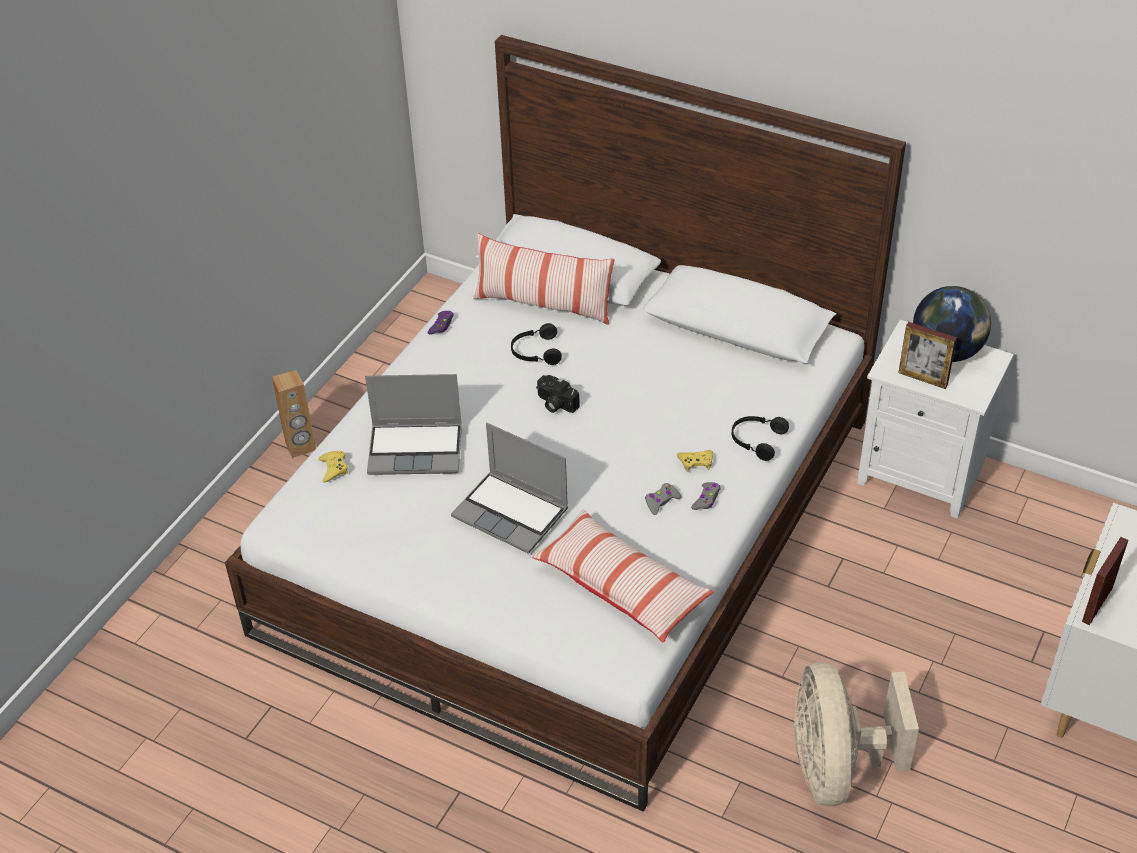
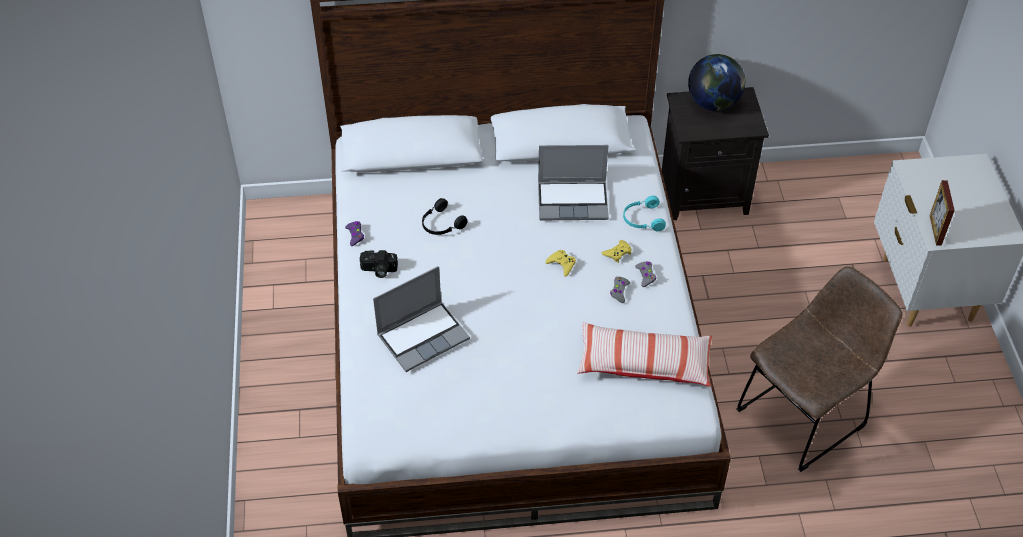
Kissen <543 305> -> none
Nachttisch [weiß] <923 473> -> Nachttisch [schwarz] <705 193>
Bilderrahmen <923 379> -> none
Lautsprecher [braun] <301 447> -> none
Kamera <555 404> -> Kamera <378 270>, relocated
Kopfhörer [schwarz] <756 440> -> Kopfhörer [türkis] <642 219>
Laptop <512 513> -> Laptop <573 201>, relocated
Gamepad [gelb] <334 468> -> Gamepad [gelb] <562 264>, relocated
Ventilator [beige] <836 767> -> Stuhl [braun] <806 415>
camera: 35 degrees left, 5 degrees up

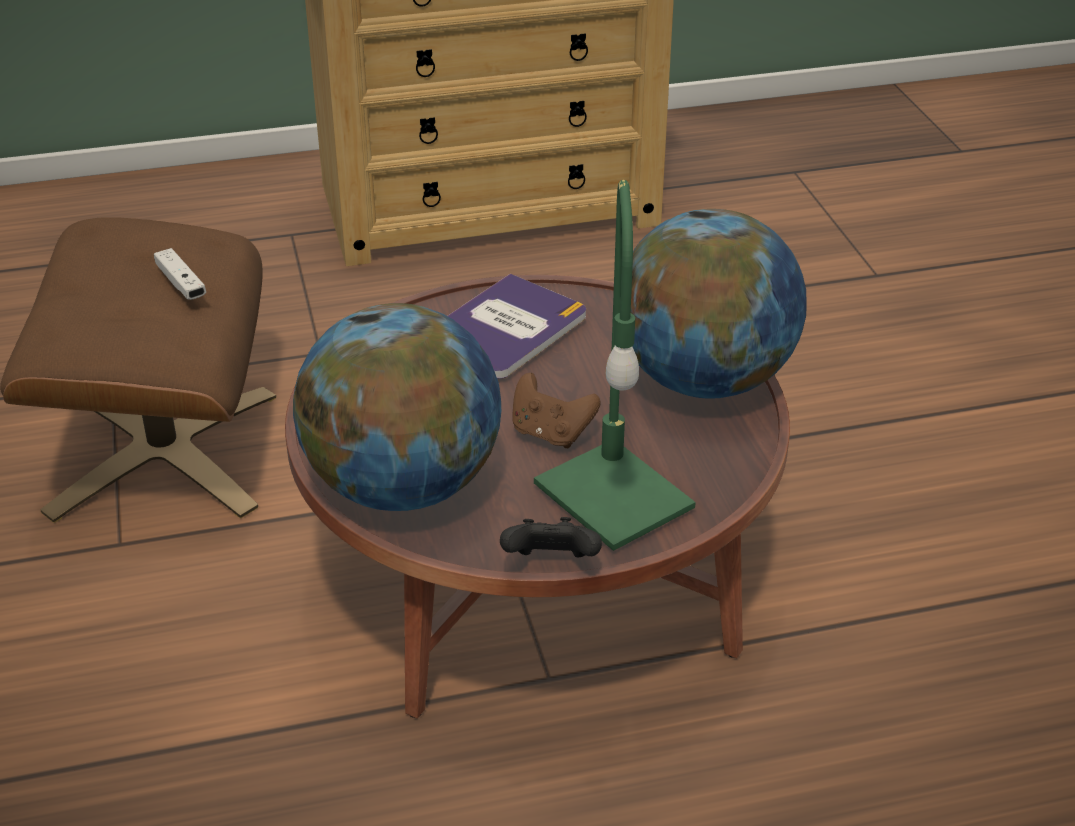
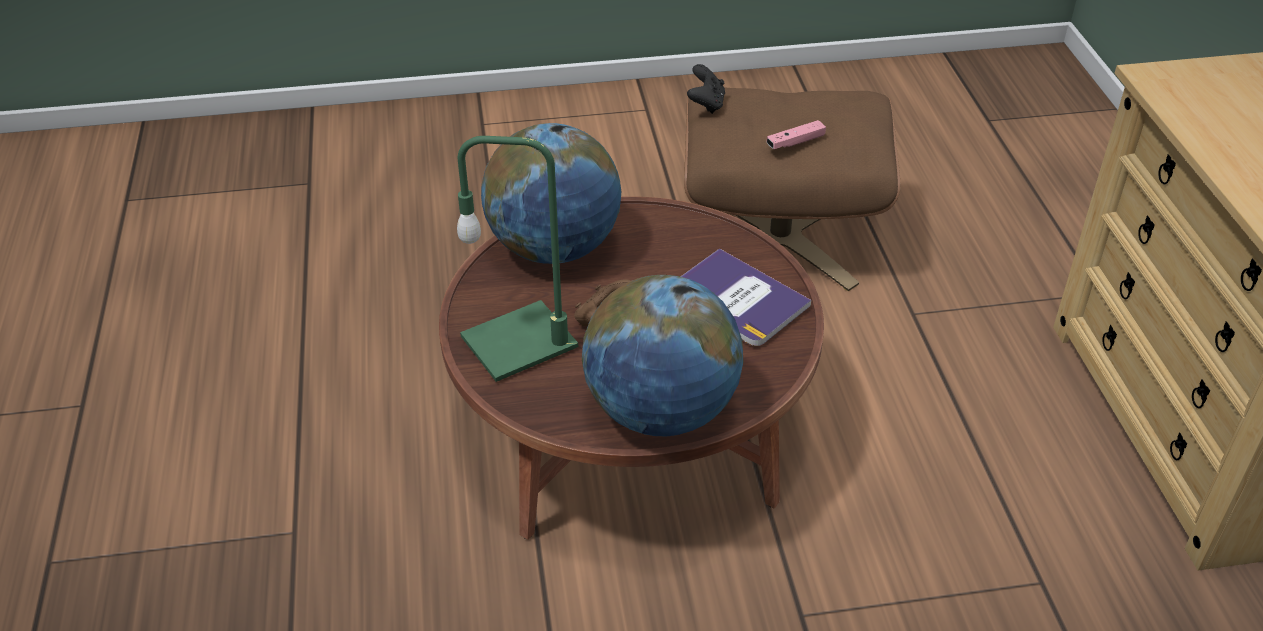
Gamepad [weiß] <181 284> -> Gamepad [rosa] <795 142>
Gamepad [schwarz] <551 563> -> Gamepad [schwarz] <706 104>, relocated
camera: 95 degrees right, 5 degrees up

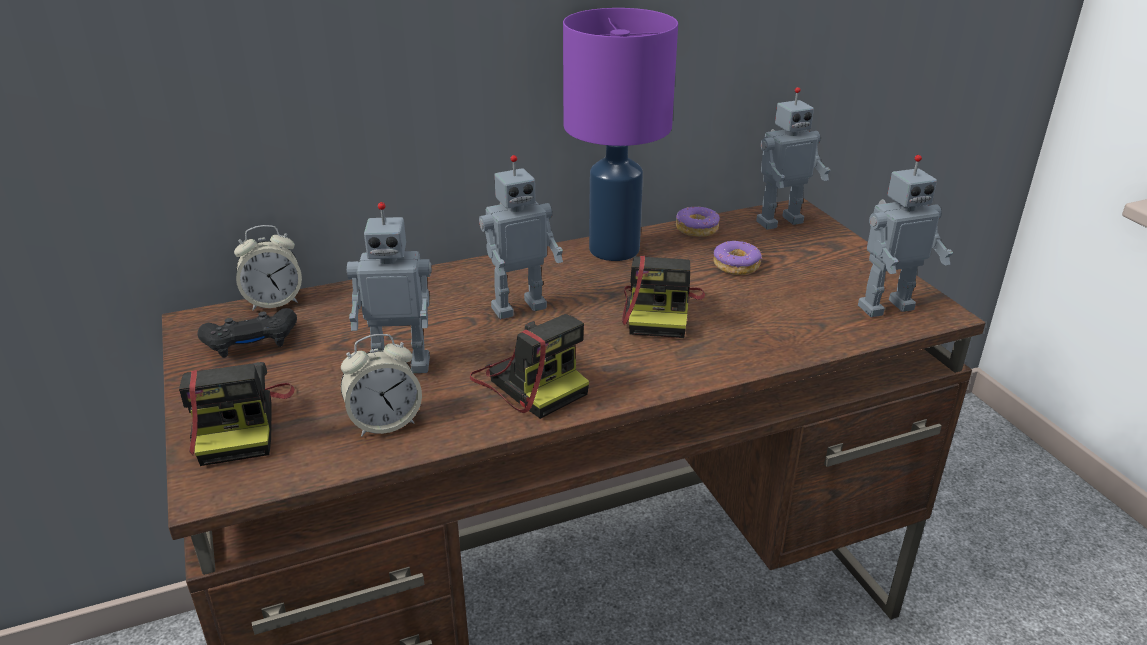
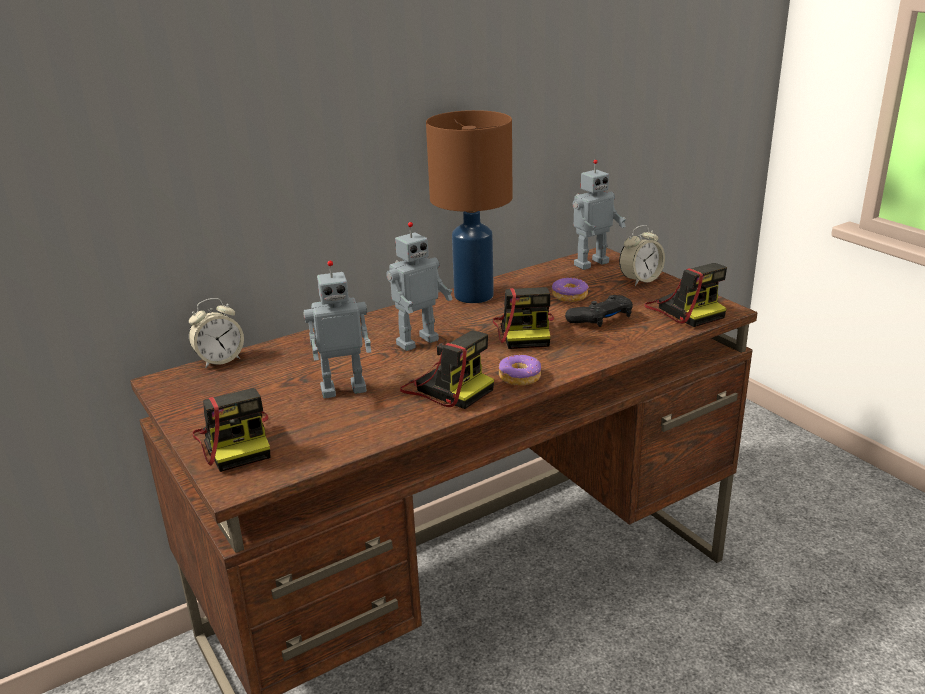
Tischlampe [lila] <612 249> -> Tischlampe [braun] <472 295>
Spielzeugroboter <884 306> -> Kamera <684 310>
Donut <697 229> -> Donut <520 377>, relocated
Gamepad [schwarz] <251 344> -> Gamepad [schwarz] <601 320>, relocated
Wecker <385 422> -> Wecker <640 280>, relocated
camera: 10 degrees left, 5 degrees down

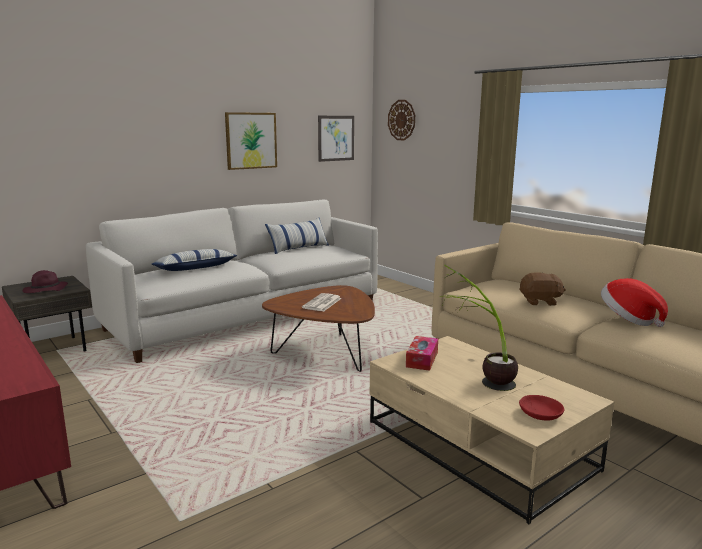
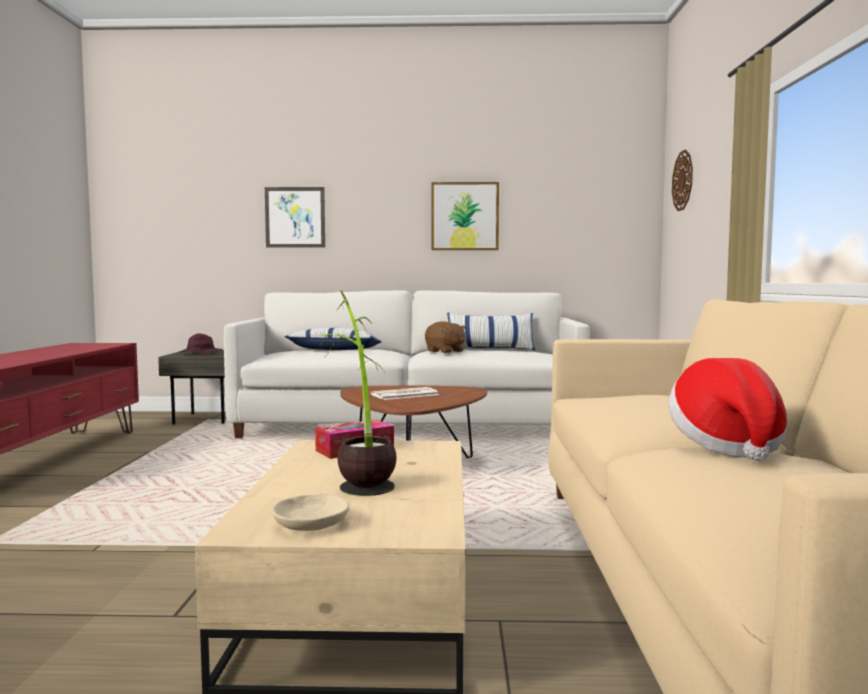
Bild <336 138> -> Bild <295 217>, relocated
Plüschtier [braun] <540 302> -> Plüschtier [braun] <445 351>, relocated
Schüssel [rot] <539 413> -> Schüssel [beige] <311 523>
camera: 40 degrees right, 10 degrees down

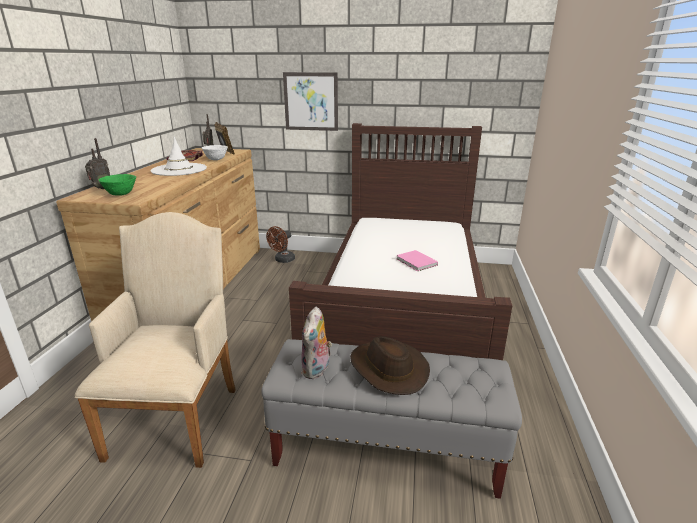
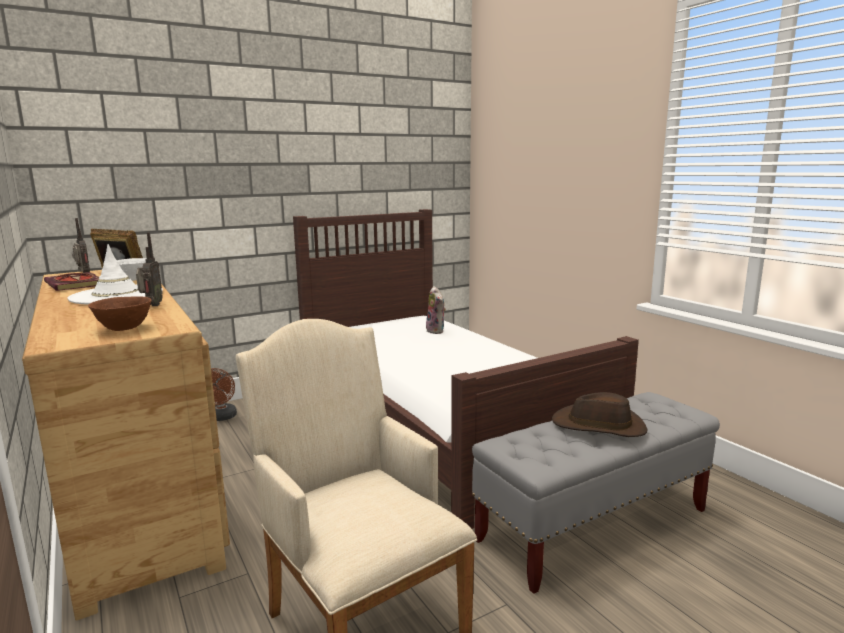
Bild <311 101> -> none
Radio <101 188> -> Radio <151 306>, relocated
Schüssel [grün] <121 194> -> Schüssel [braun] <124 329>
Buch [rosa] <416 262> -> none
Plüschtier <317 370> -> Plüschtier <437 331>, relocated
camera: 40 degrees left, 10 degrees down

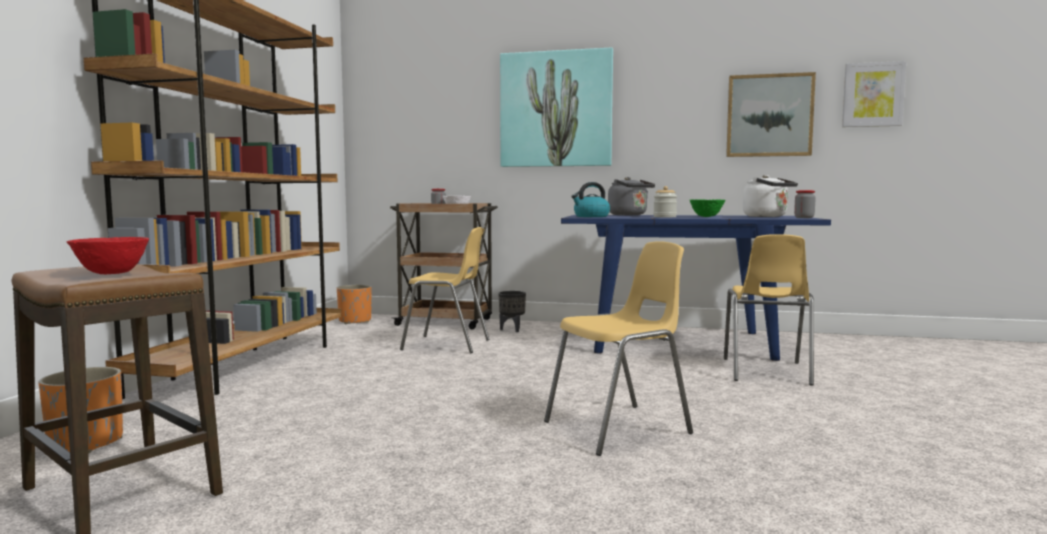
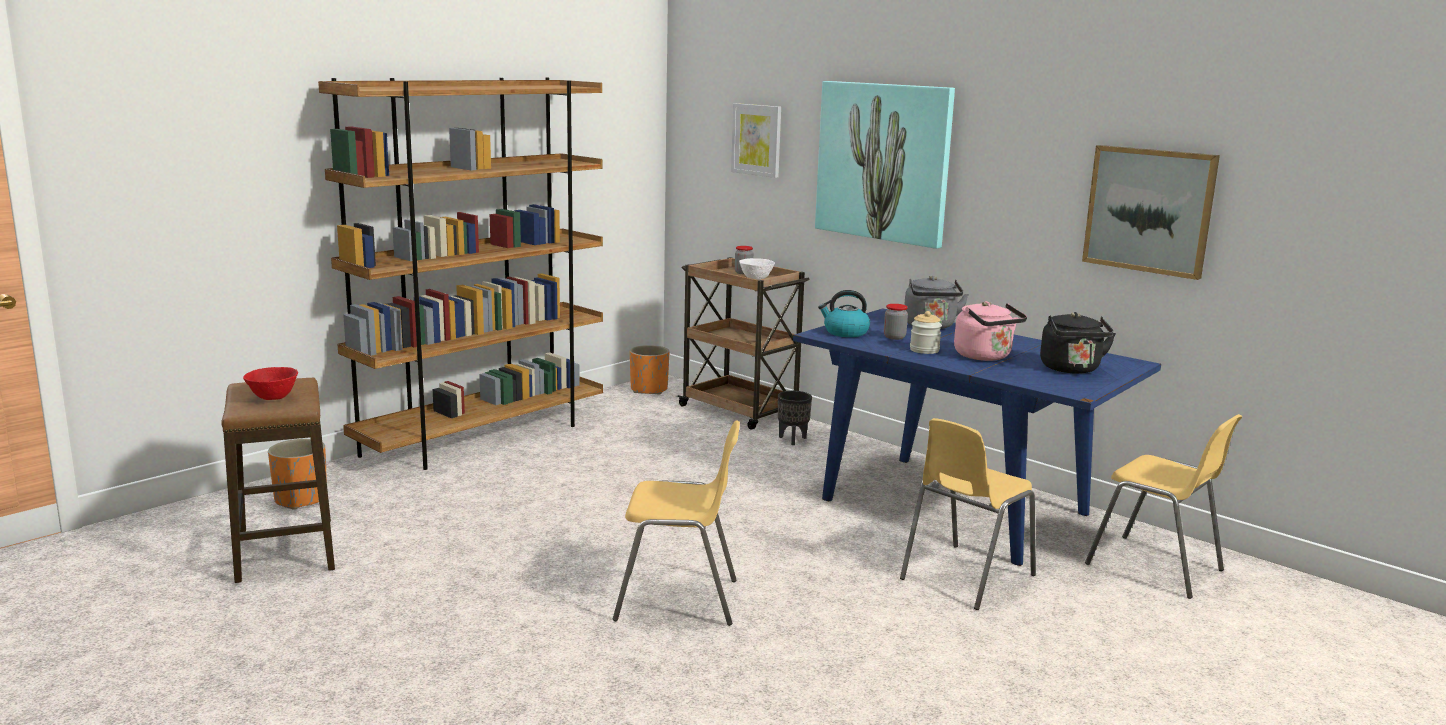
Bild <873 95> -> Bild <757 140>, relocated
Wasserkessel [weiß] <767 216> -> Wasserkessel [schwarz] <1071 369>
Vorratsglas <804 217> -> Vorratsglas <894 337>, relocated
Schüssel [grün] <707 216> -> Wasserkessel [rosa] <985 357>
Stuhl [gelb] <447 345> -> Stuhl [gelb] <1155 567>, relocated
camera: 30 degrees right, 10 degrees up

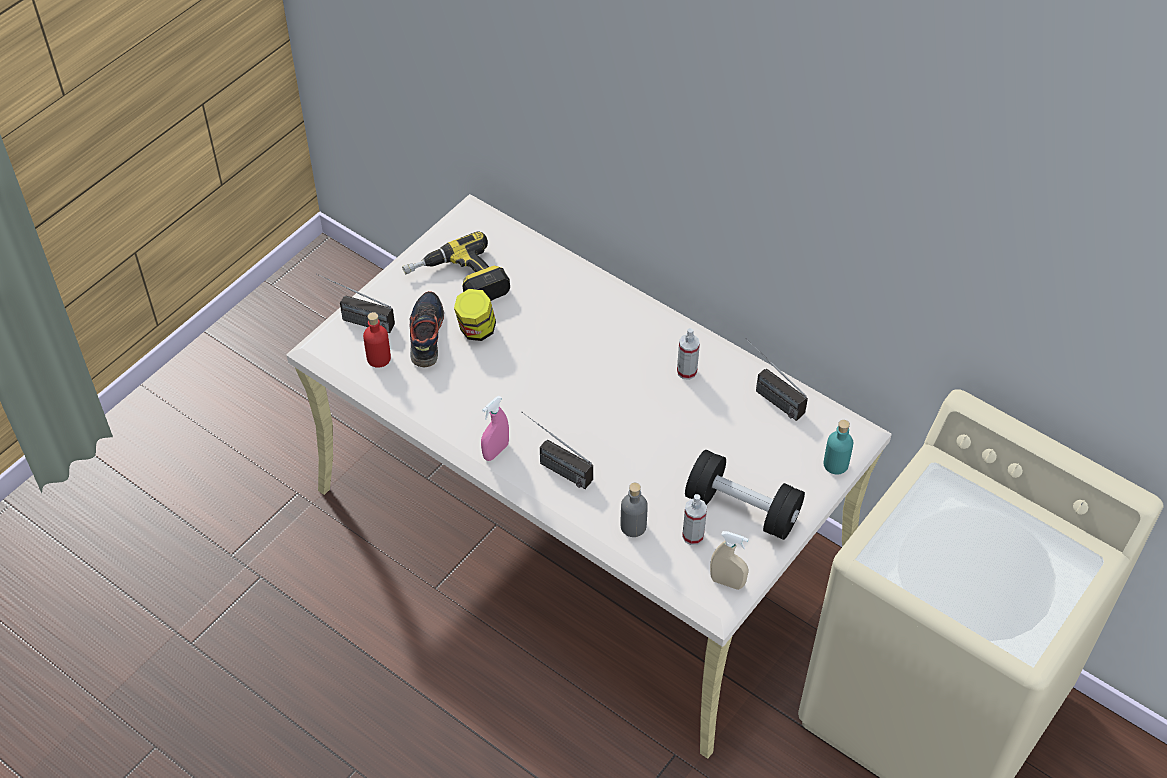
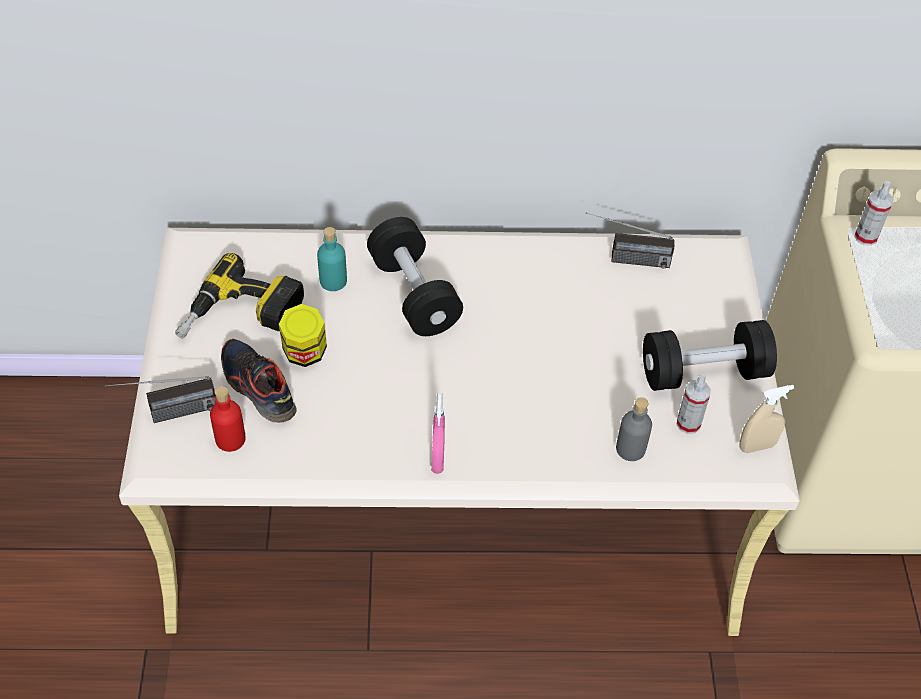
Sprühflasche <686 371> -> Sprühflasche <866 237>, relocated
Radio <553 466> -> none
Flasche [türkis] <835 464> -> Flasche [türkis] <333 281>, relocated
none -> Hantel [schwarz] <414 294>
camera: 40 degrees left, 0 degrees up

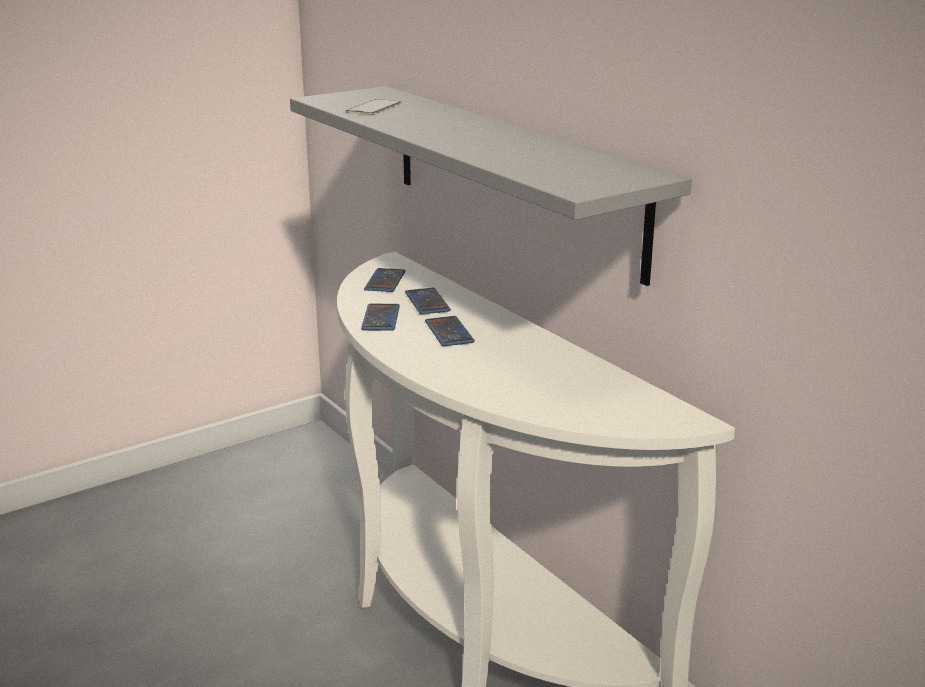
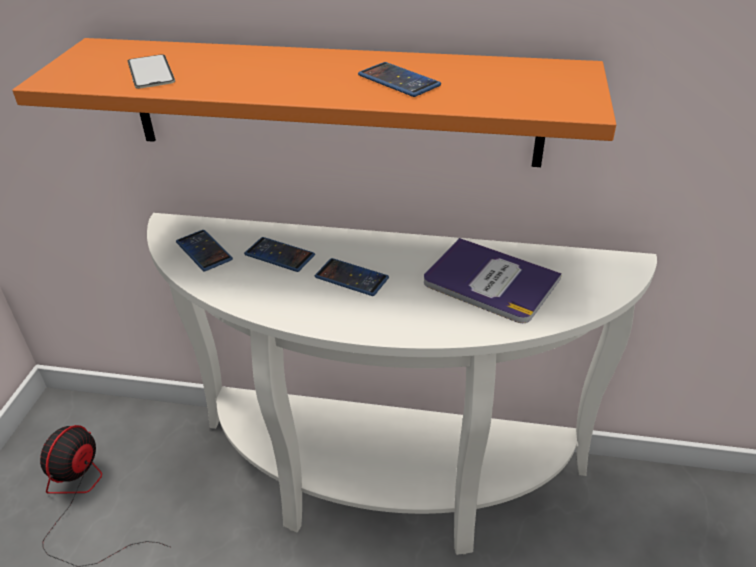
Wandregal [grau] <512 176> -> Wandregal [orange] <333 102>
Handy <380 318> -> Handy <398 80>, relocated
none -> Buch <490 281>
none -> Ventilator <84 501>
camera: 45 degrees left, 15 degrees up

